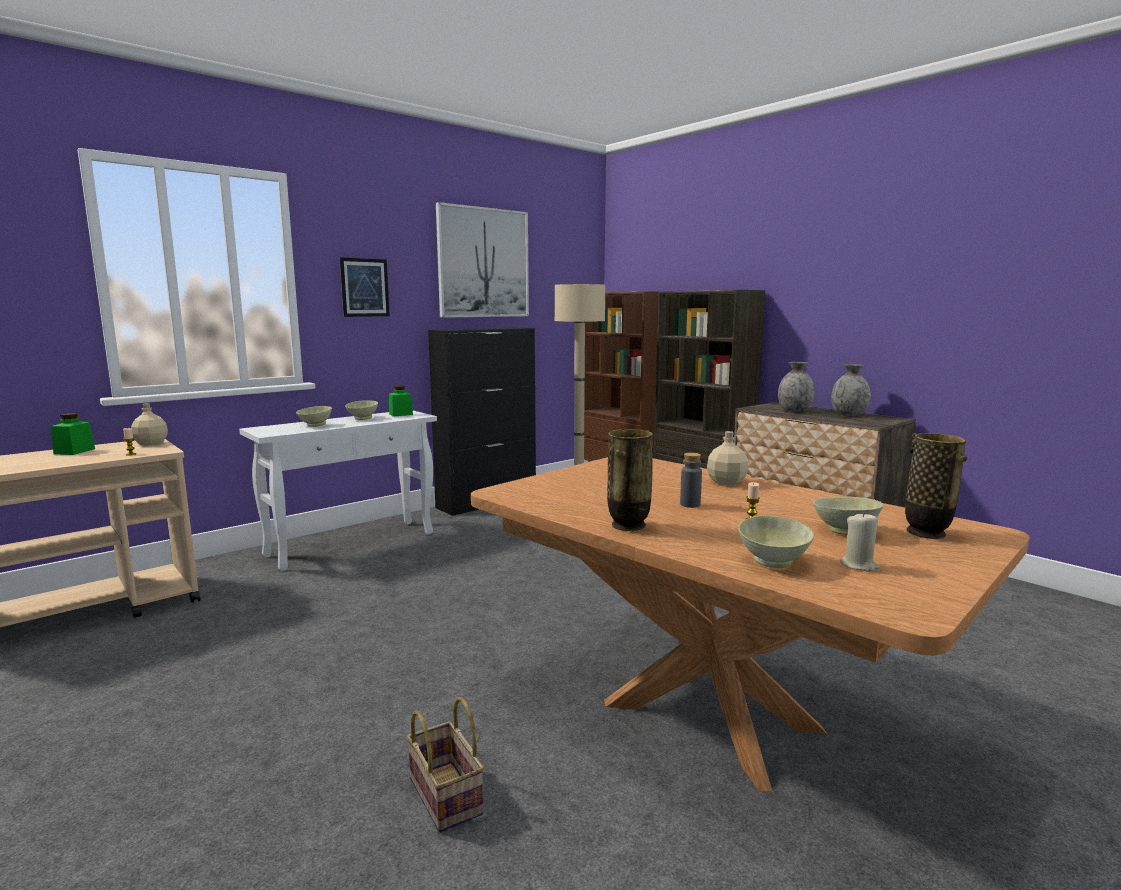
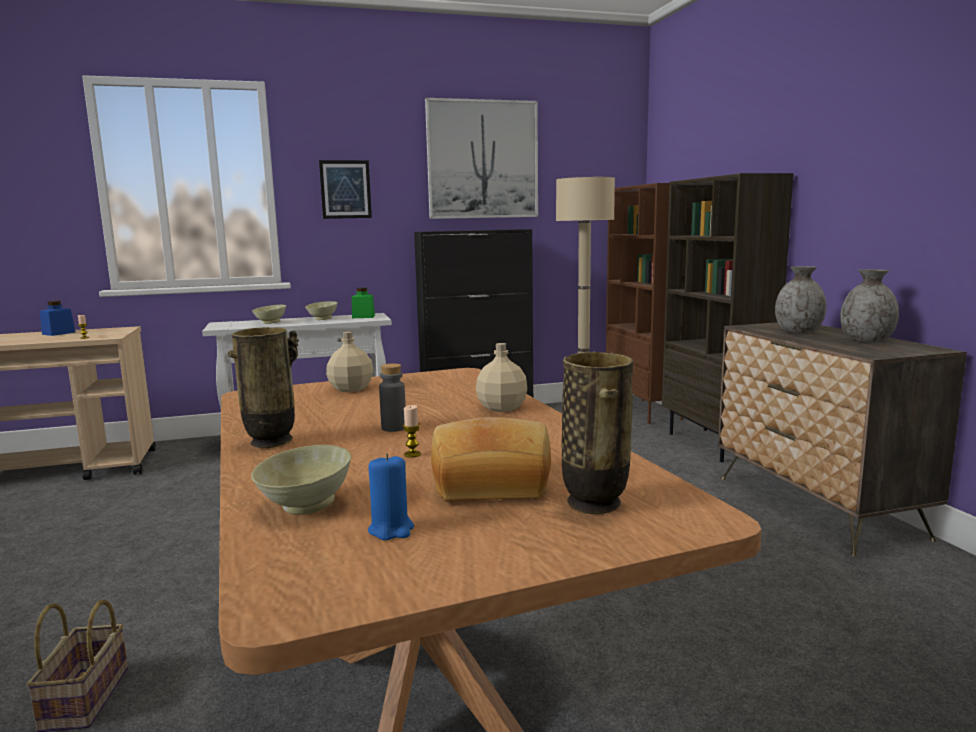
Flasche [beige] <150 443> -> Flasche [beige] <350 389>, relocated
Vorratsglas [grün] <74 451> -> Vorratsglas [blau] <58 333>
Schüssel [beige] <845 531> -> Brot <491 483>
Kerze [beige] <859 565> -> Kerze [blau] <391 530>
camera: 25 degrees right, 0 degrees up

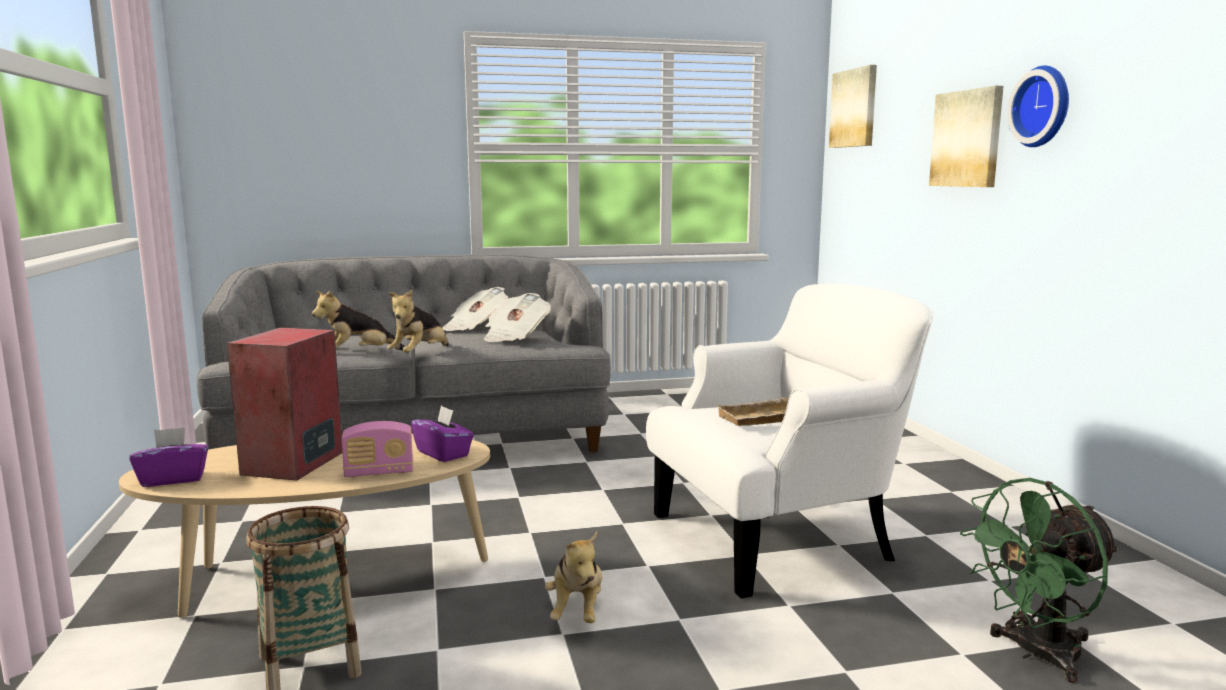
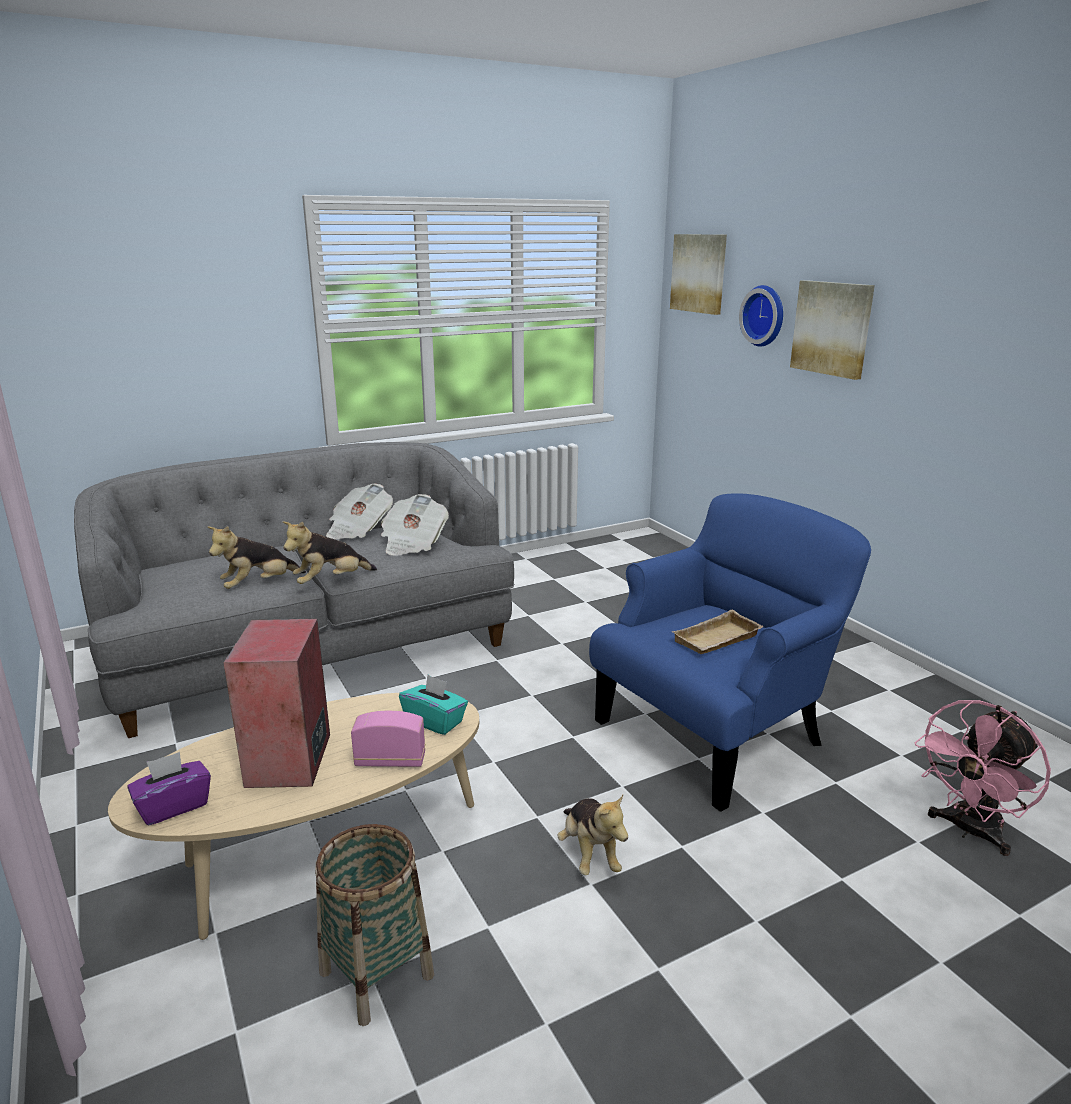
Wanduhr <1044 107> -> Wanduhr <765 315>, relocated
Sessel [weiß] <777 537> -> Sessel [blau] <715 732>
Plüschtier <420 354> -> Plüschtier <330 581>, 45 degrees clockwise
Taschentuchbox [lila] <443 453> -> Taschentuchbox [türkis] <435 721>
Radio <379 473> -> Radio <390 761>, 150 degrees counterclockwise
Ventilator [grün] <1036 654> -> Ventilator [rosa] <969 831>
camera: 15 degrees left, 10 degrees up

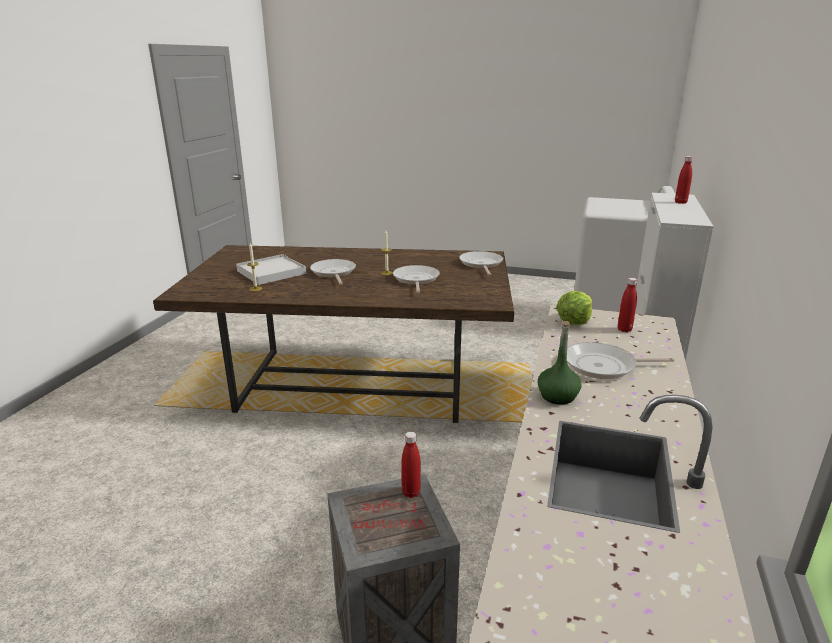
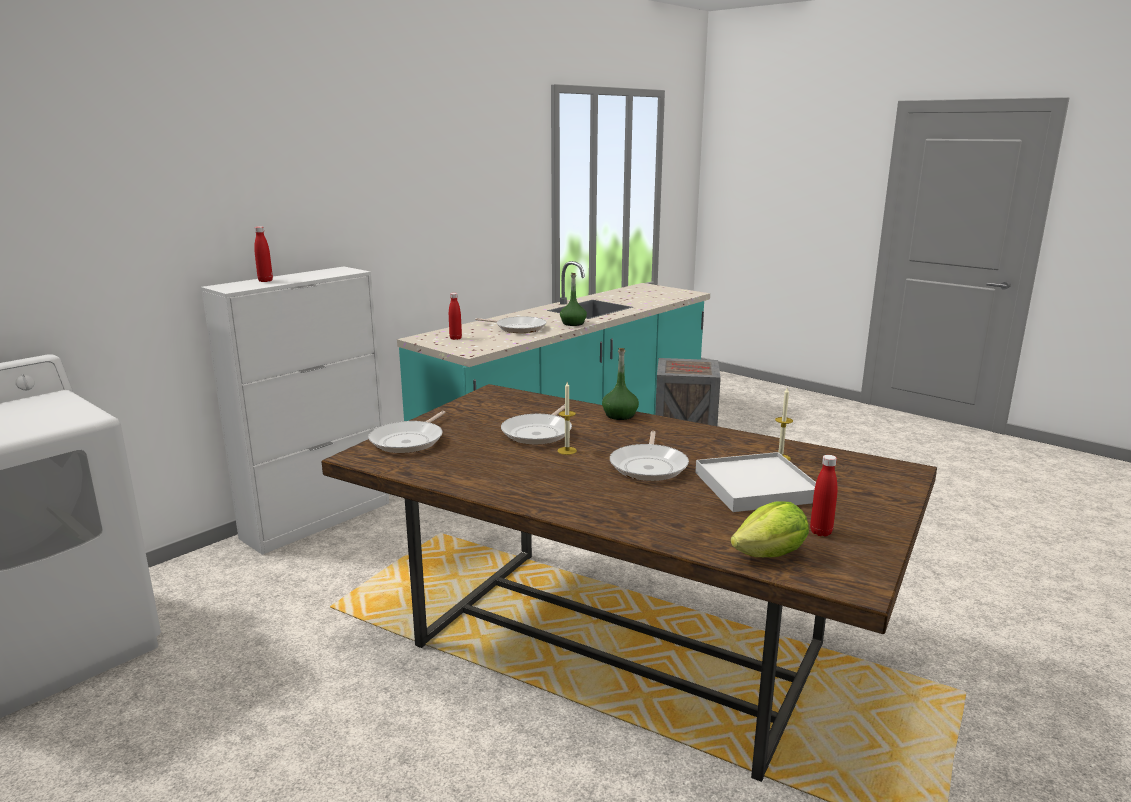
Salatkopf <574 321> -> Salatkopf <770 555>, relocated
Flasche [rot] <411 493> -> Flasche [rot] <821 532>, relocated
none -> Flasche [grün] <620 415>
camera: 155 degrees left, 5 degrees down

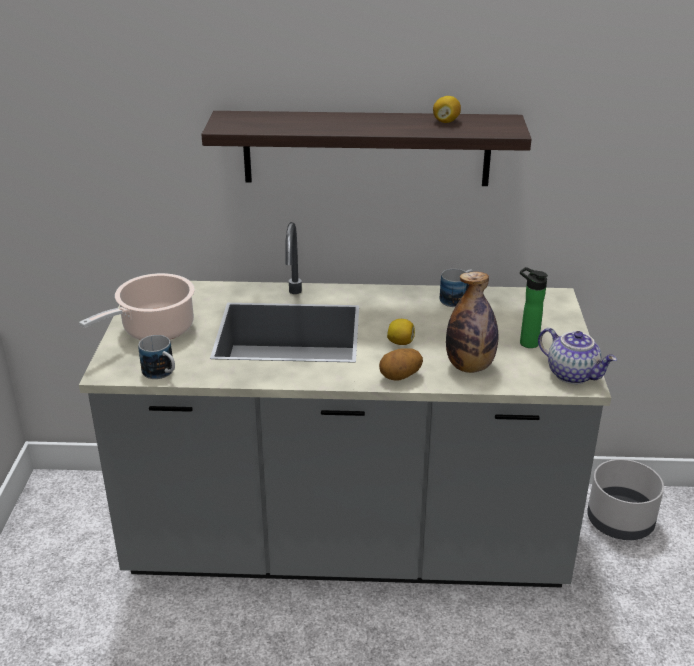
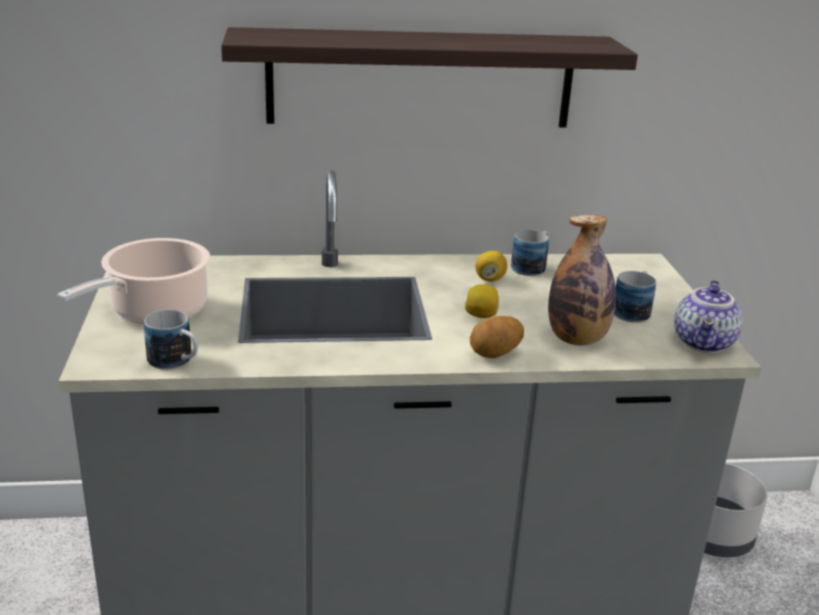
Zitrone <446 121> -> Zitrone <490 279>, relocated
Flasche <526 342> -> Henkelbecher <633 311>
Teekanne <573 374> -> Teekanne <705 343>, 75 degrees clockwise
camera: 10 degrees left, 5 degrees down

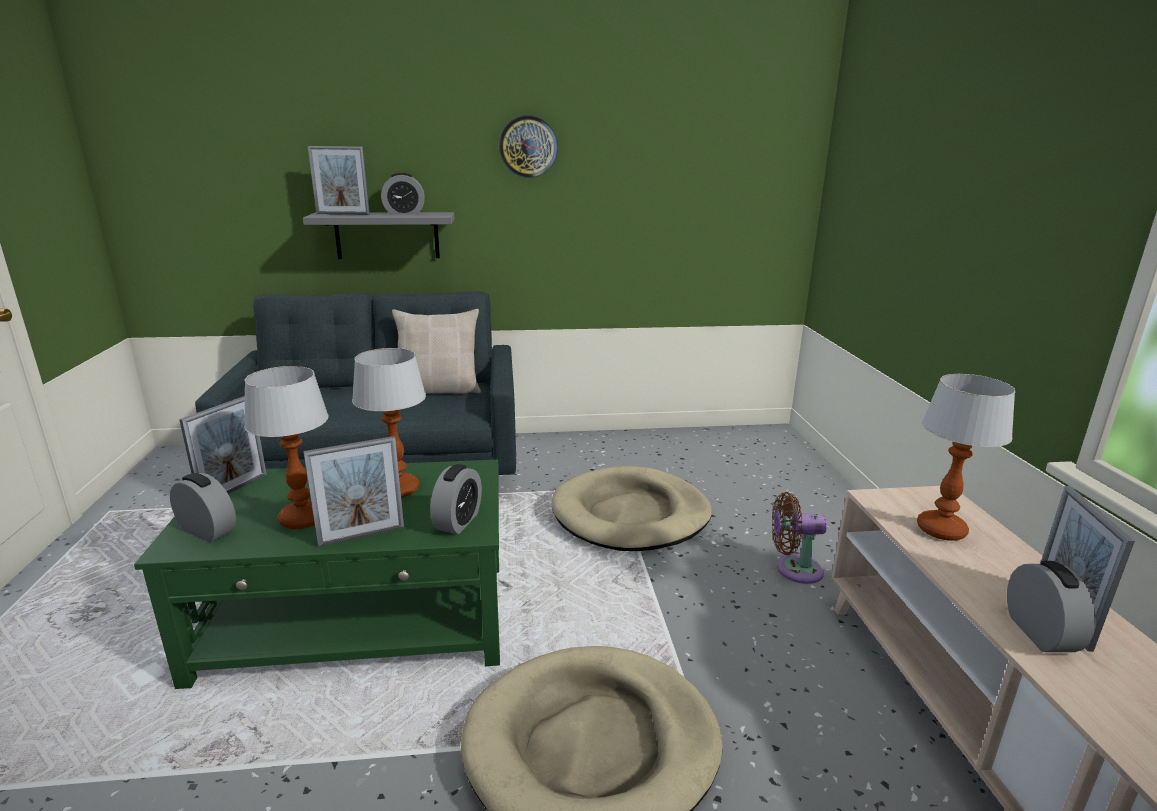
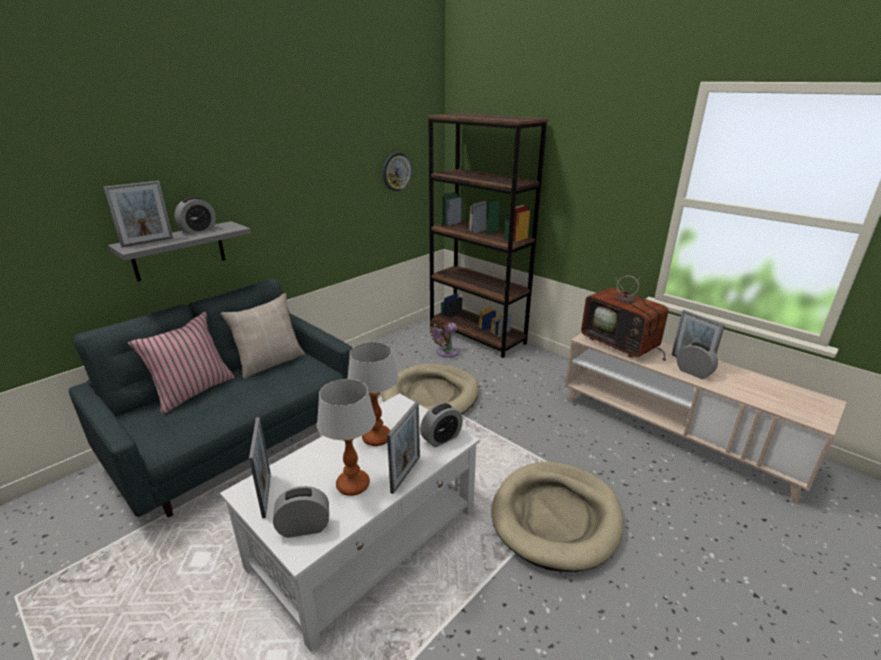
Wanduhr <528 147> -> Wanduhr <396 172>, relocated
Tischlampe <942 530> -> Fernseher <622 344>
Couchtisch [grün] <359 620> -> Couchtisch [weiß] <367 537>
Wecker <458 522> -> Wecker <441 438>, 75 degrees clockwise
Ventilator [braun] <794 569> -> Ventilator [braun] <445 352>, relocated
none -> Bücherregal [braun] <477 335>
none -> Kissen [rosa] <193 391>
camera: 40 degrees left, 5 degrees up

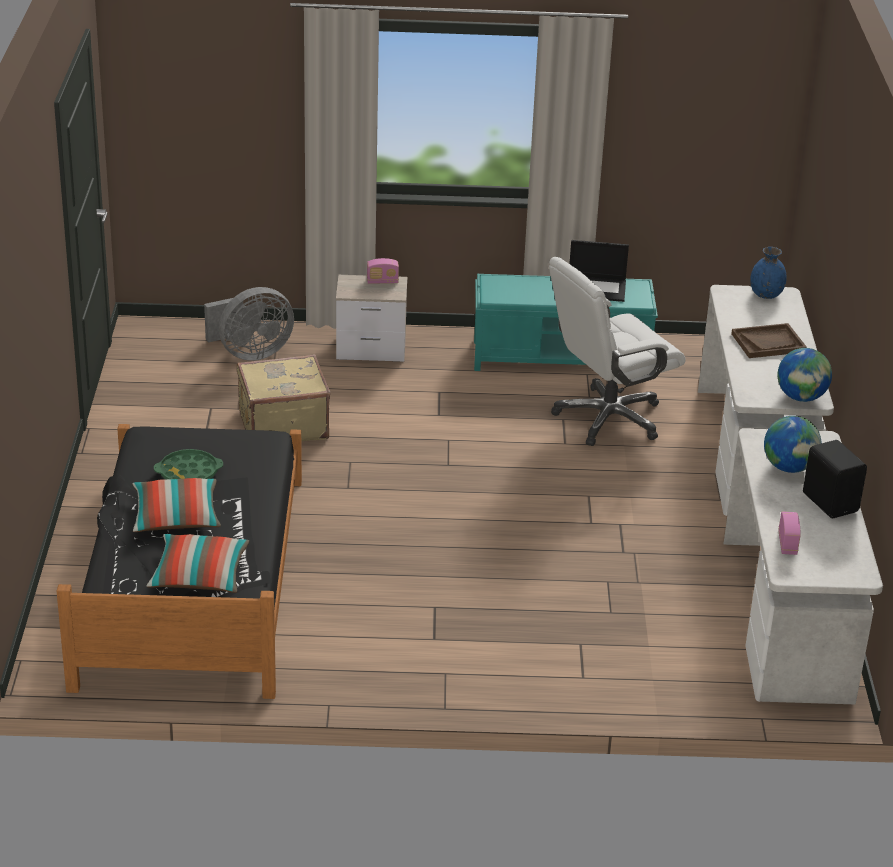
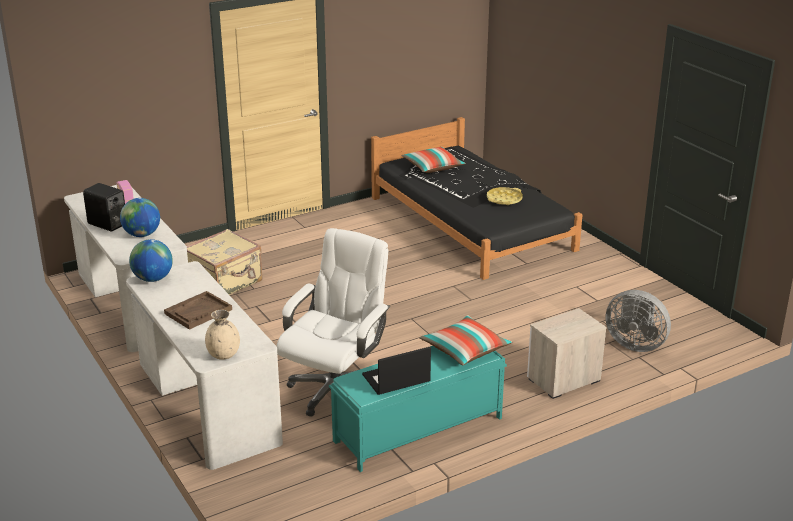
Vase [blau] <765 295> -> Vase [beige] <224 355>
Radio <382 281> -> none
Ventilator [grau] <250 353> -> Ventilator [grau] <635 344>, 90 degrees counterclockwise
Koffer [beige] <282 424> -> Koffer [beige] <225 283>, relocated
Tablett [grün] <189 472> -> Tablett [gelb] <504 199>
Kissen <176 517> -> Kissen <465 350>, relocated
camera: 150 degrees right, 5 degrees down

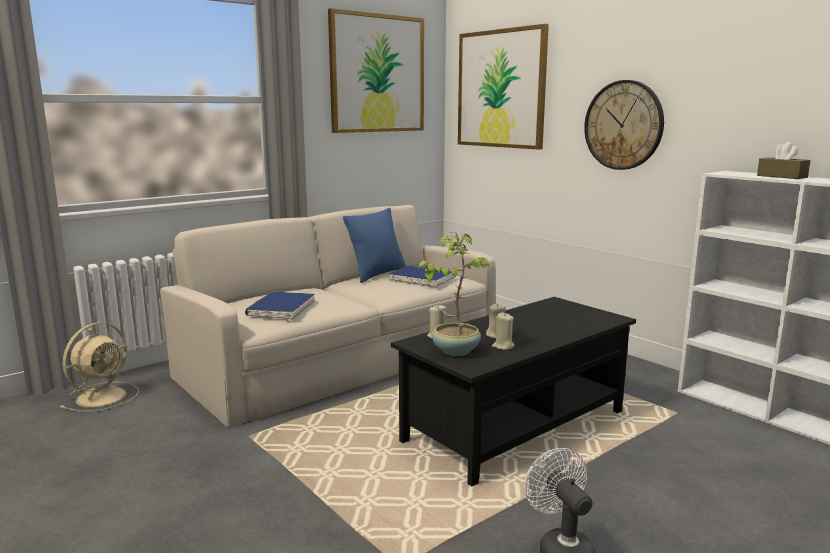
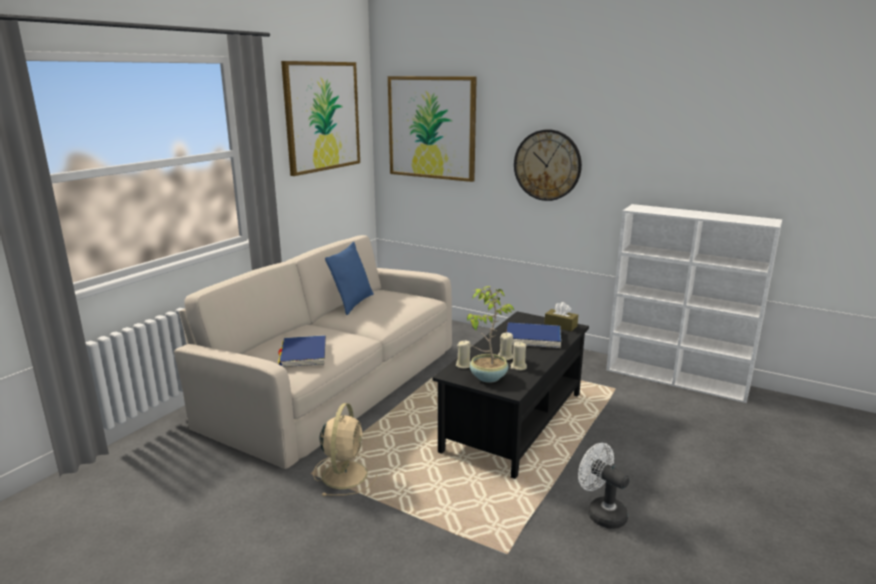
Taschentuchbox [braun] <781 176> -> Taschentuchbox [braun] <560 325>, relocated
Buch [blau] <421 279> -> Buch [blau] <533 338>, relocated
Ventilator [beige] <103 396> -> Ventilator [beige] <345 473>, relocated
camera: 20 degrees left, 5 degrees up

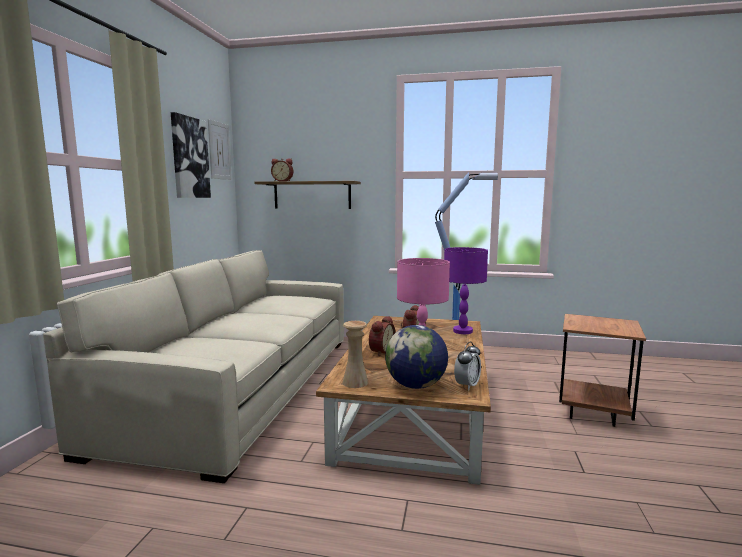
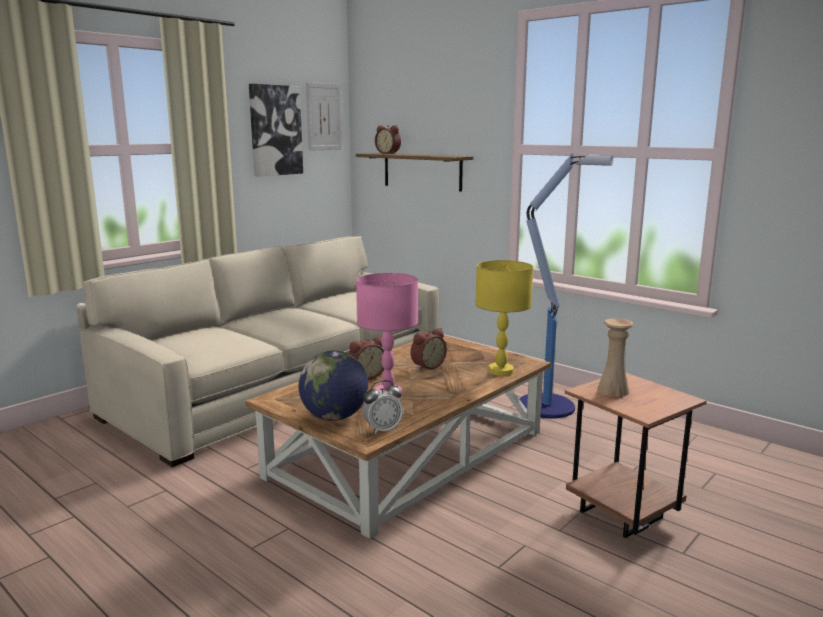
Tischlampe [lila] <463 331> -> Tischlampe [gelb] <501 371>
Vase [beige] <355 382> -> Vase [beige] <613 390>, relocated
camera: 30 degrees right, 5 degrees up

